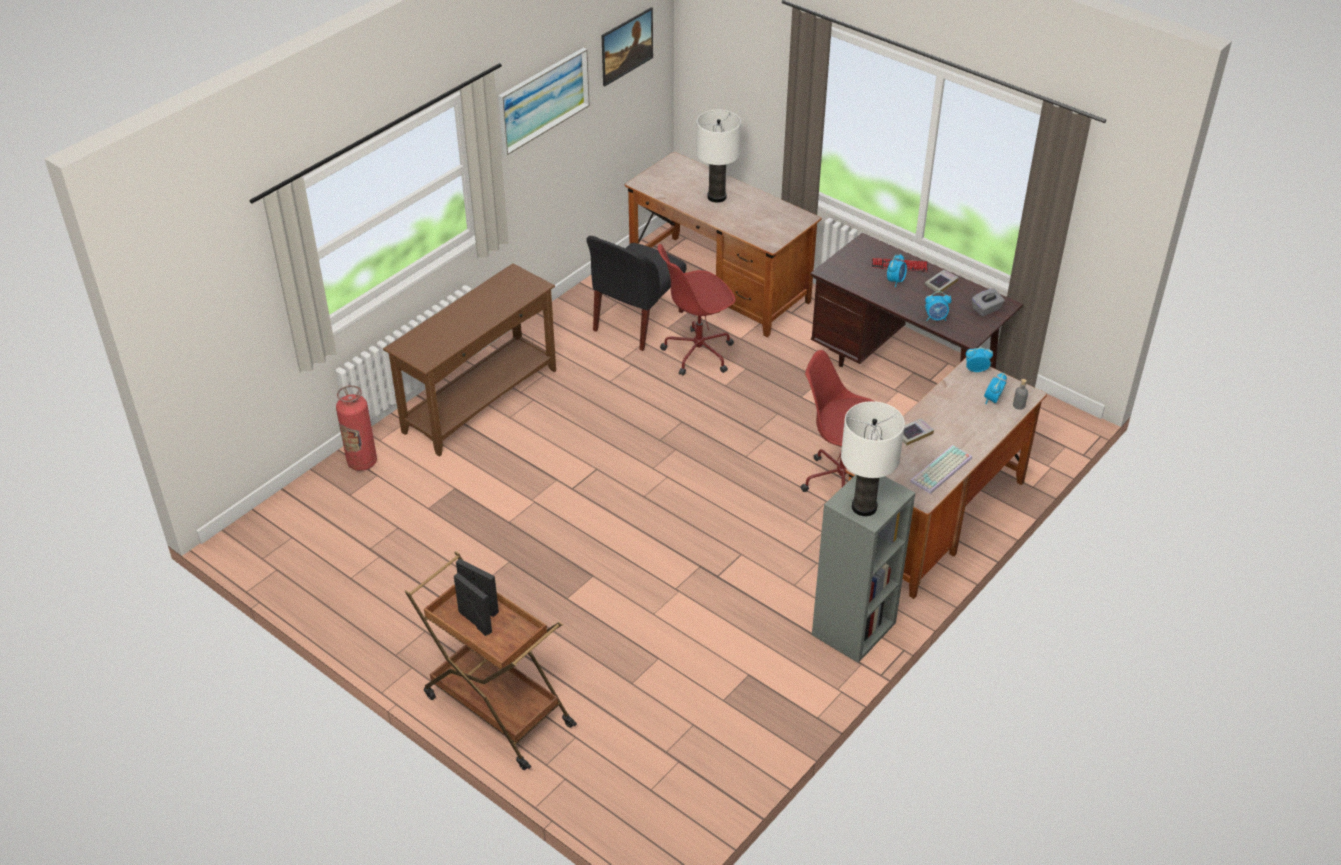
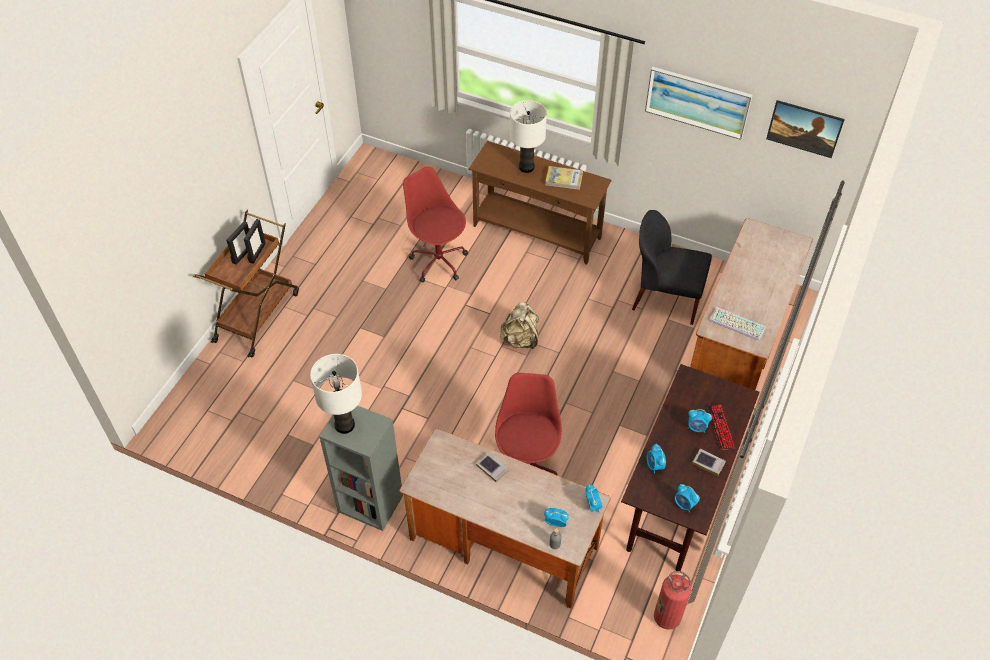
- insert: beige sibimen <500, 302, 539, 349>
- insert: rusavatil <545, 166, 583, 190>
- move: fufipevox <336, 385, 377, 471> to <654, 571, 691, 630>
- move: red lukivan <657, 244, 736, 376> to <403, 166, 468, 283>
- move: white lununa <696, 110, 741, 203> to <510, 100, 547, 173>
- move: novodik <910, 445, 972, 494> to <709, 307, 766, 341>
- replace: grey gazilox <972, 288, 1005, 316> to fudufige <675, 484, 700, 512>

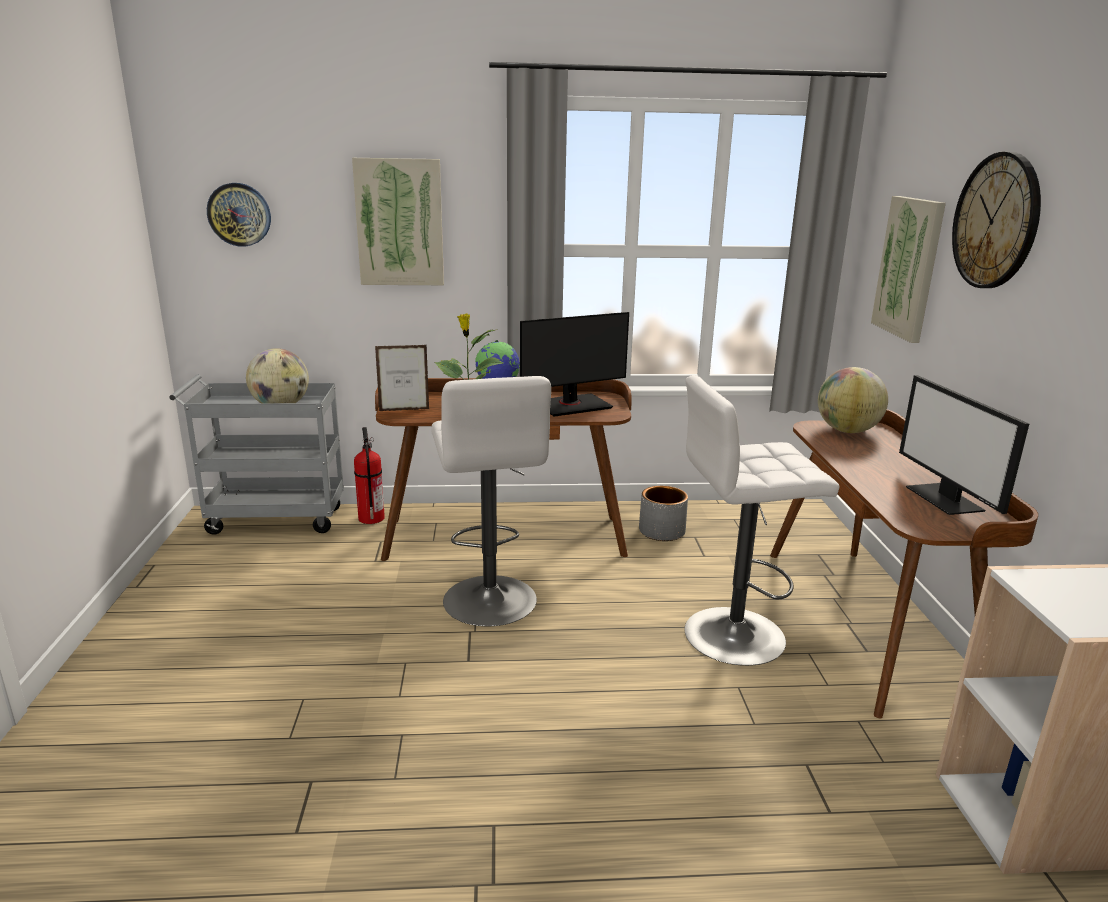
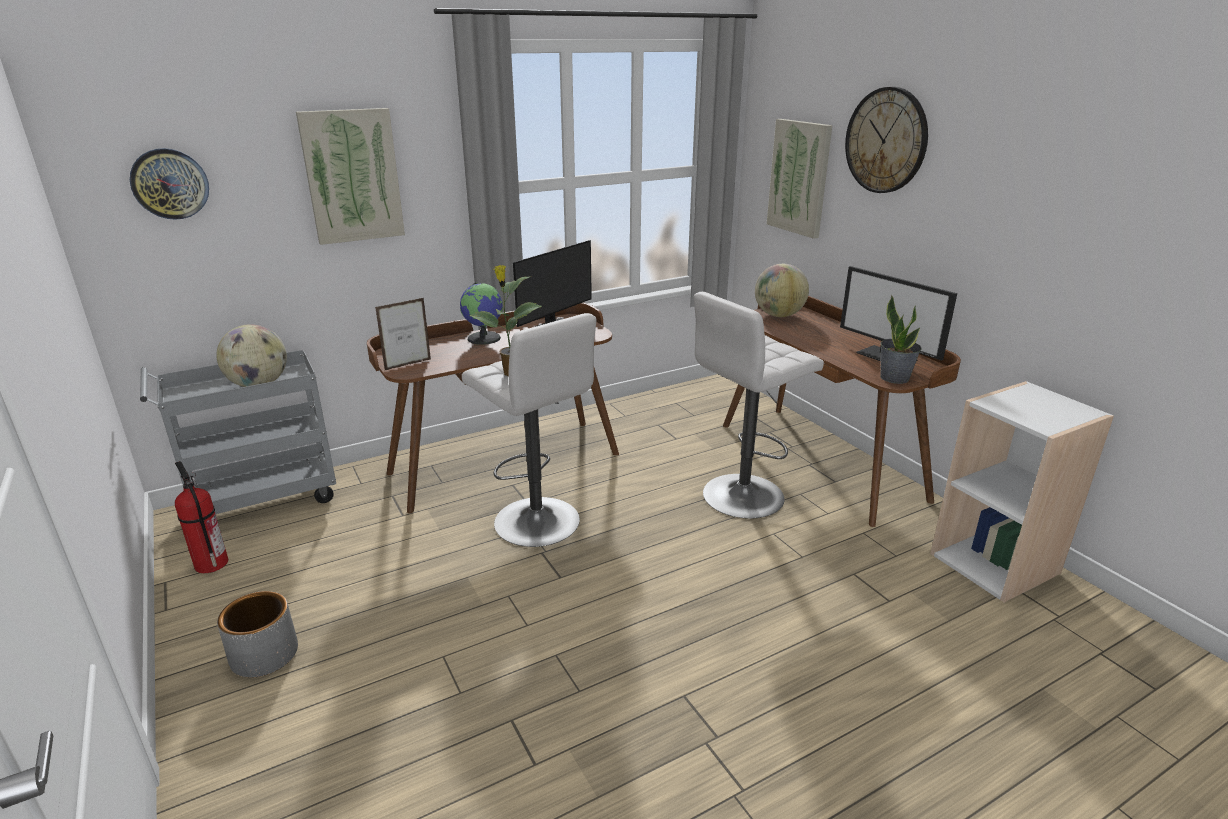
- insert: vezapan <880, 295, 921, 384>
- move: fufipevox <354, 427, 385, 524> to <175, 461, 228, 573>
- move: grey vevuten <639, 486, 688, 541> to <217, 591, 298, 677>

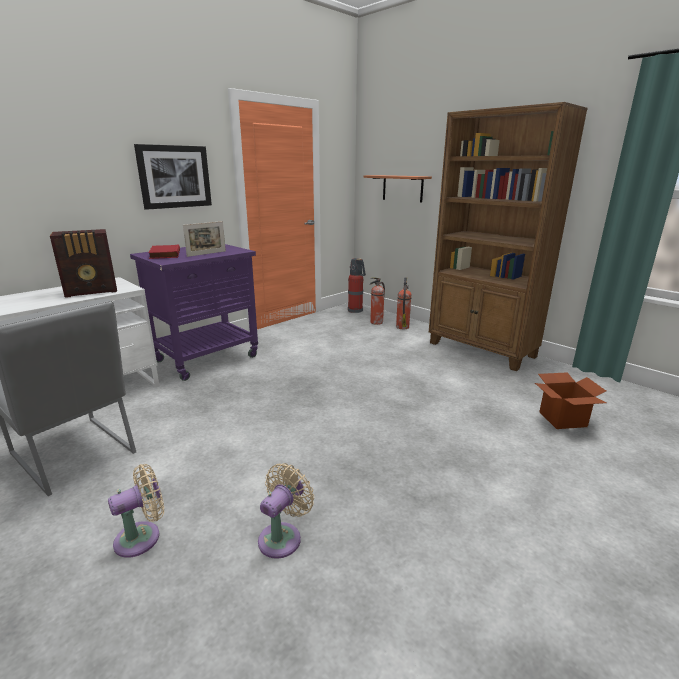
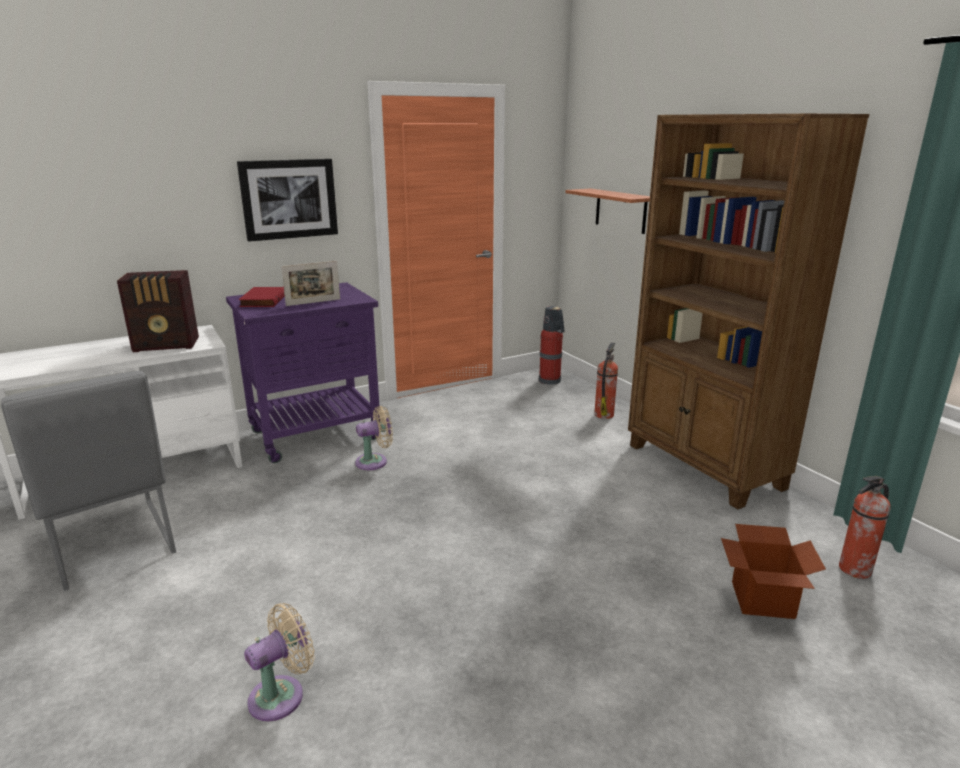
- move: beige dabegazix <108, 464, 164, 558> to <355, 406, 393, 470>
- move: fufipevox <370, 277, 385, 325> to <839, 476, 890, 579>

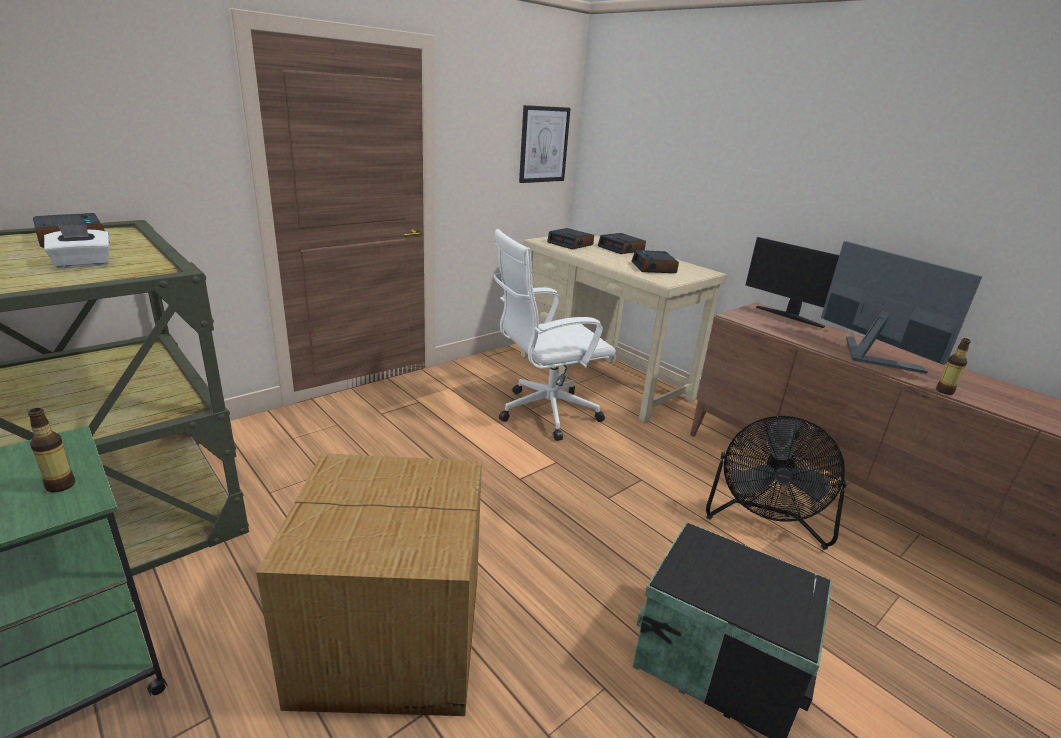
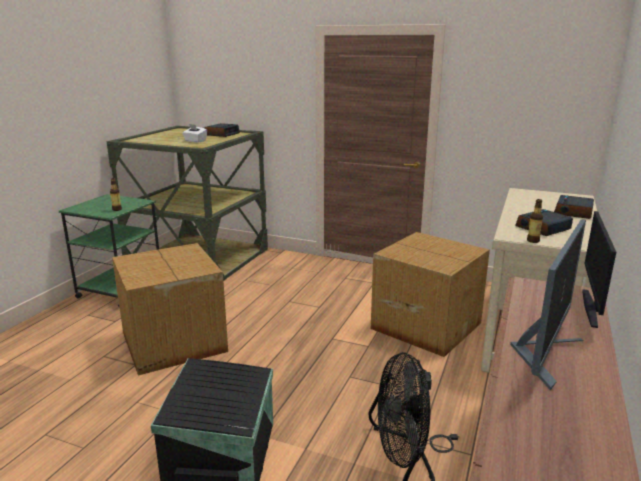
- delete: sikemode <519, 105, 571, 183>
- delete: fudufige <547, 228, 594, 249>
- move: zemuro <936, 338, 971, 395> to <527, 199, 543, 243>
- replace: white lukivan <494, 229, 616, 441> to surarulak <371, 232, 490, 357>

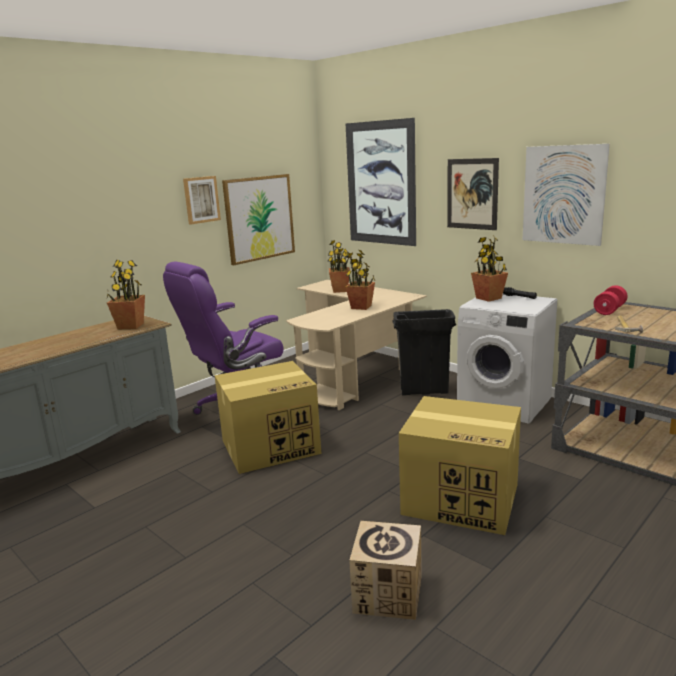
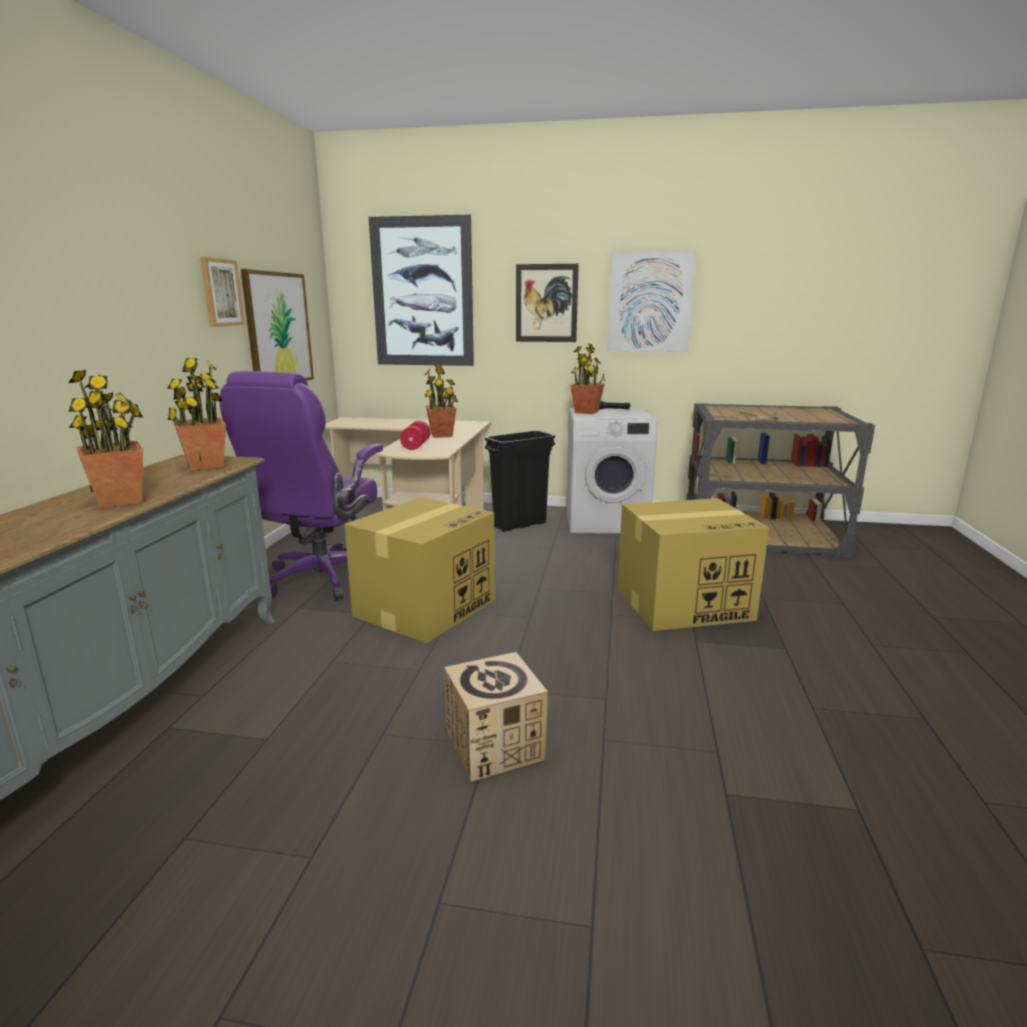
- move: vezapan <328, 240, 352, 293> to <68, 370, 143, 509>
- move: surarulak <349, 521, 422, 620> to <444, 652, 548, 782>
- move: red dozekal <594, 285, 627, 315> to <400, 421, 431, 450>

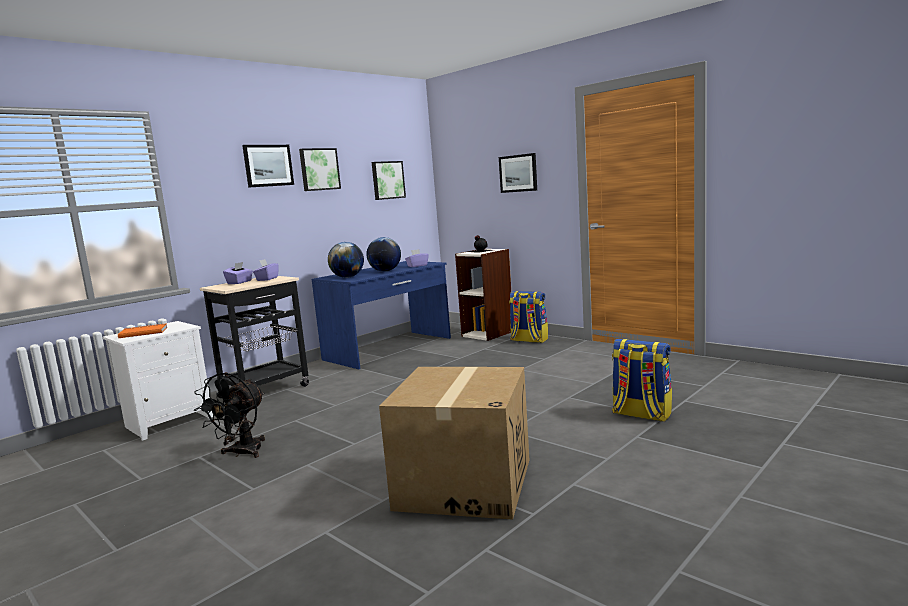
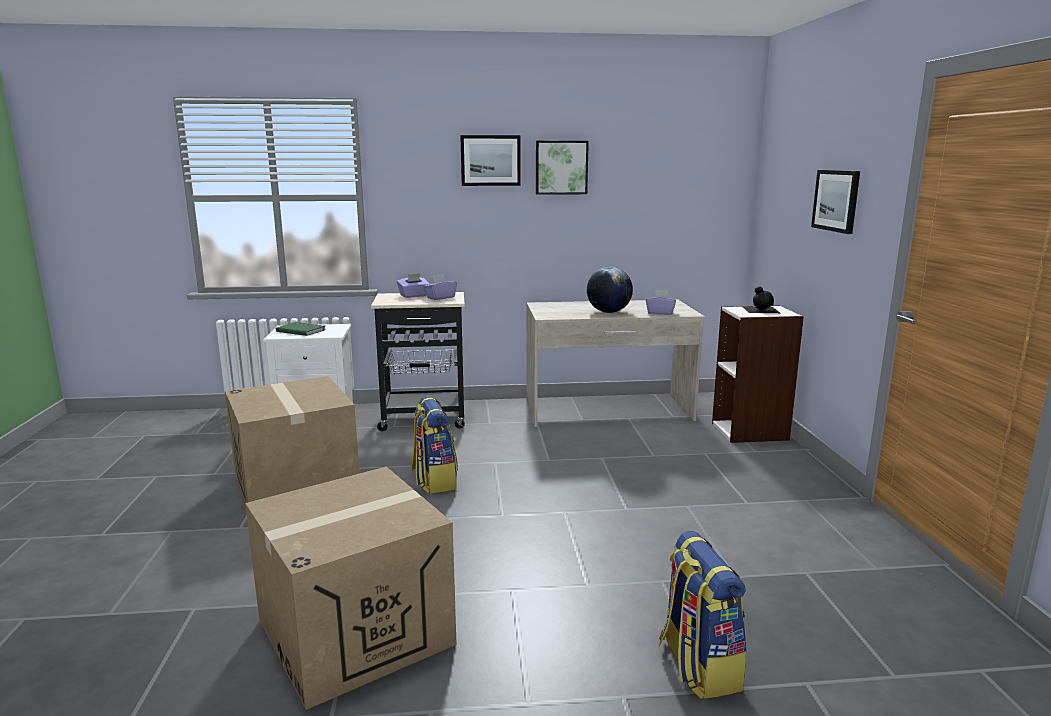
- delete: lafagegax <328, 242, 364, 278>
- delete: sikemode <372, 161, 406, 200>
- move: sibimen <509, 291, 548, 343> to <412, 396, 458, 493>
- replace: black dabegazix <194, 372, 265, 458> to surarulak <225, 376, 359, 503>
- recolor: orange rusavatil <118, 323, 167, 338> to green rusavatil <276, 322, 326, 336>
- recolor: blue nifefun <312, 261, 451, 369> to beige nifefun <527, 300, 705, 427>

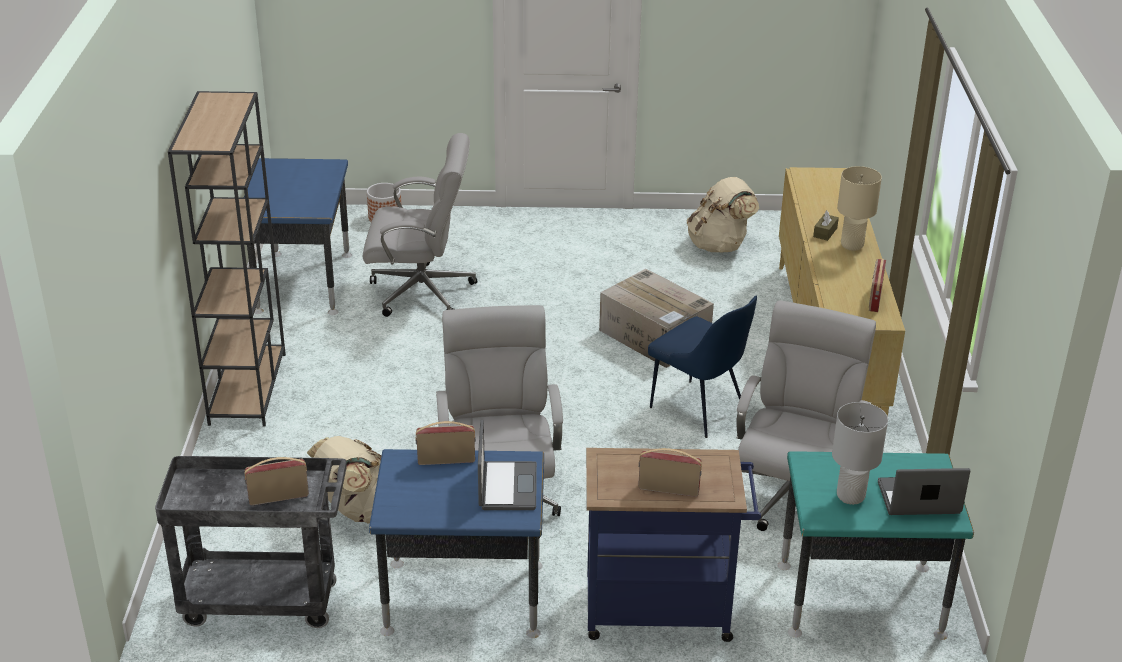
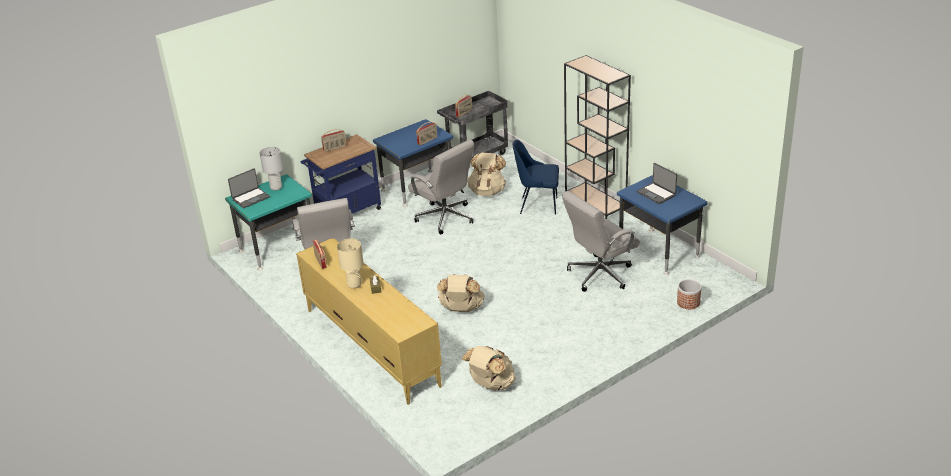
- move: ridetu <478, 420, 537, 510> to <637, 163, 677, 204>
- move: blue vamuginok <648, 295, 757, 438> to <513, 140, 559, 215>
- replace: surarulak <599, 269, 714, 368> to beige sibimen <437, 274, 484, 312>

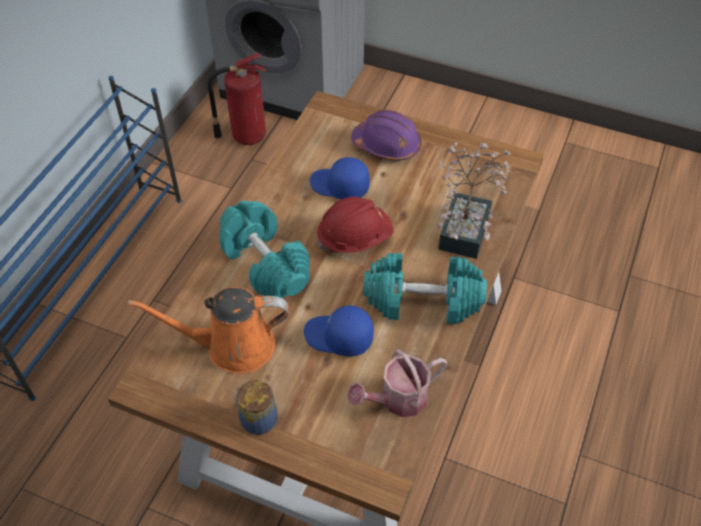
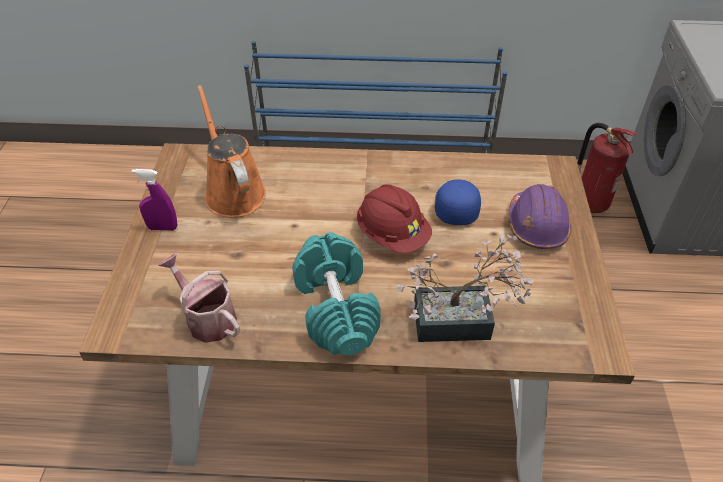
- delete: turquoise dozekal <219, 200, 310, 298>
- delete: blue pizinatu <304, 305, 374, 357>
- replace: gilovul <234, 380, 277, 435> to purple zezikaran <132, 169, 177, 231>

